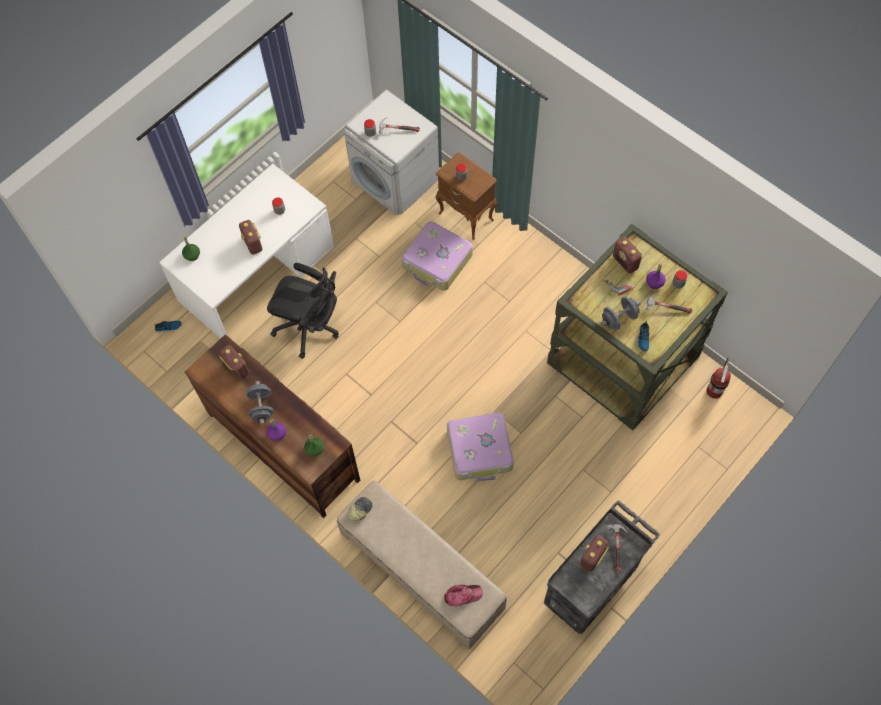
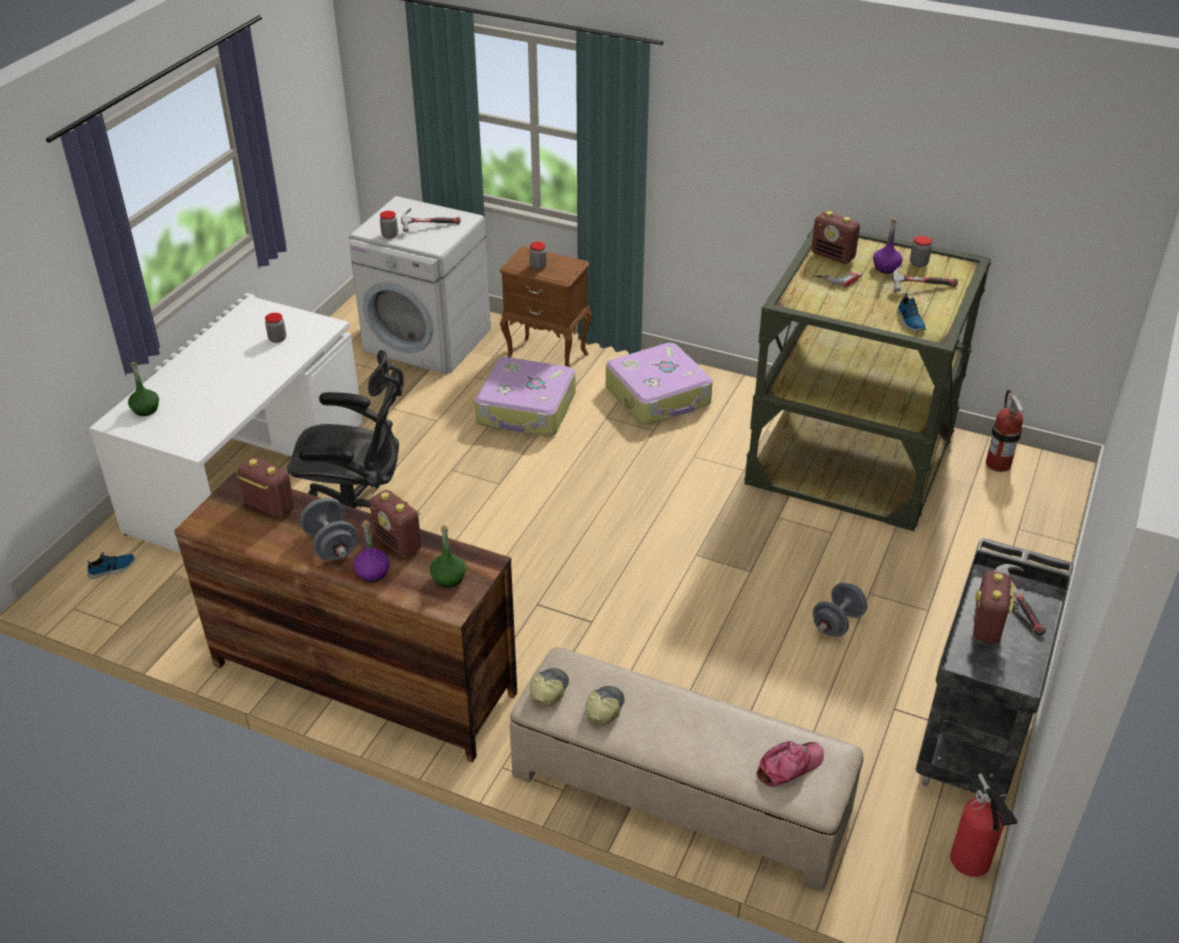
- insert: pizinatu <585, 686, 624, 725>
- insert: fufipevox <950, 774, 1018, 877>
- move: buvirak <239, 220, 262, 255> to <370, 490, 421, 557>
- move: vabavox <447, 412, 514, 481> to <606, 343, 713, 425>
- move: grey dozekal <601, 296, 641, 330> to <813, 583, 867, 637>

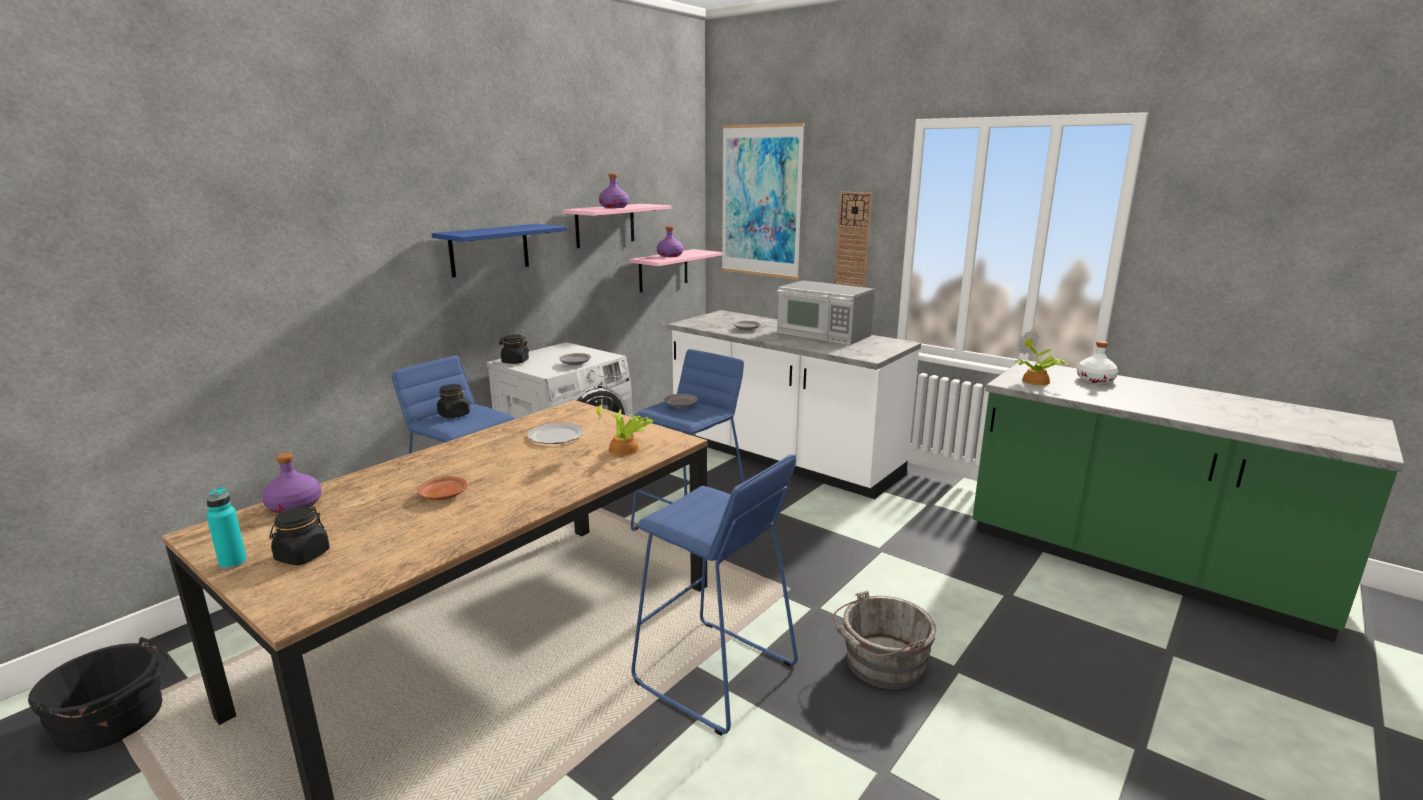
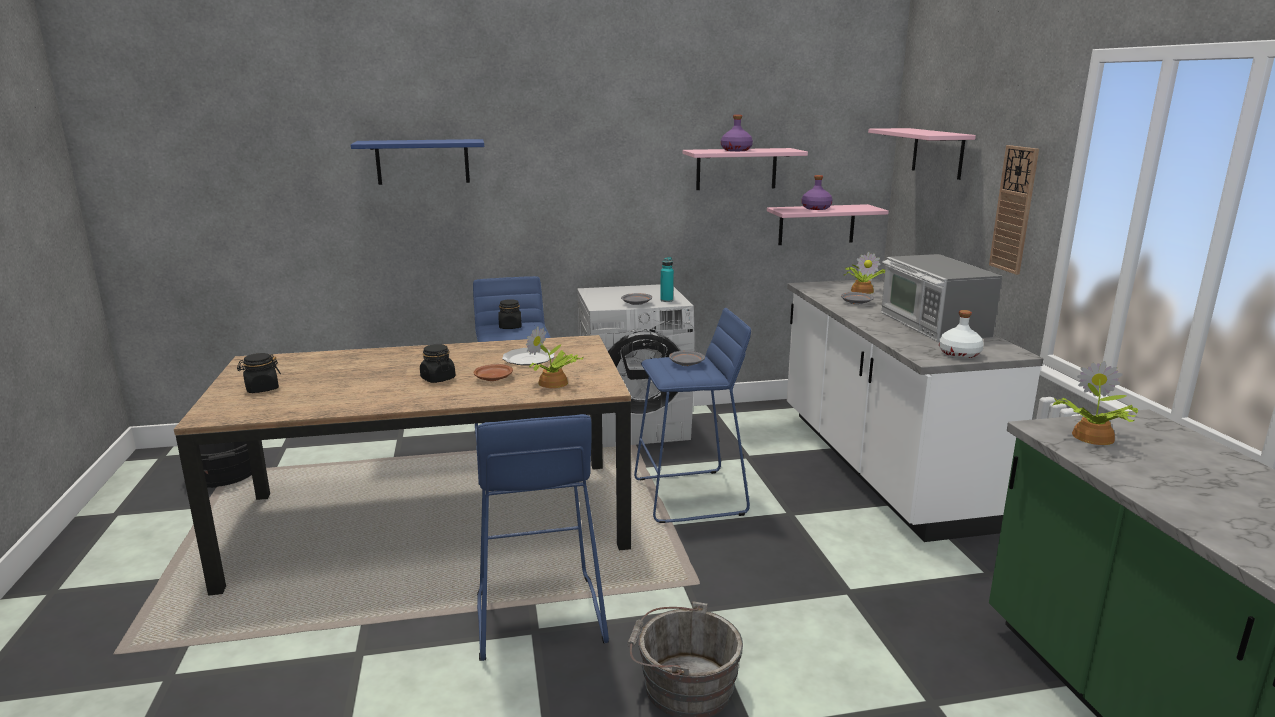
- delete: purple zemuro <262, 453, 322, 513>
- insert: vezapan <844, 252, 885, 294>
- move: turquoise zemuro <206, 487, 247, 569> to <660, 257, 674, 302>
- move: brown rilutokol <417, 476, 467, 500> to <474, 364, 513, 381>
- move: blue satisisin <432, 224, 567, 277> to <351, 139, 484, 185>
- move: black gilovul <499, 334, 529, 364> to <420, 344, 455, 383>
- move: white zemuro <1077, 341, 1118, 384> to <939, 310, 984, 359>
- replace: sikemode <721, 123, 805, 280> to pink satisisin <868, 128, 976, 180>

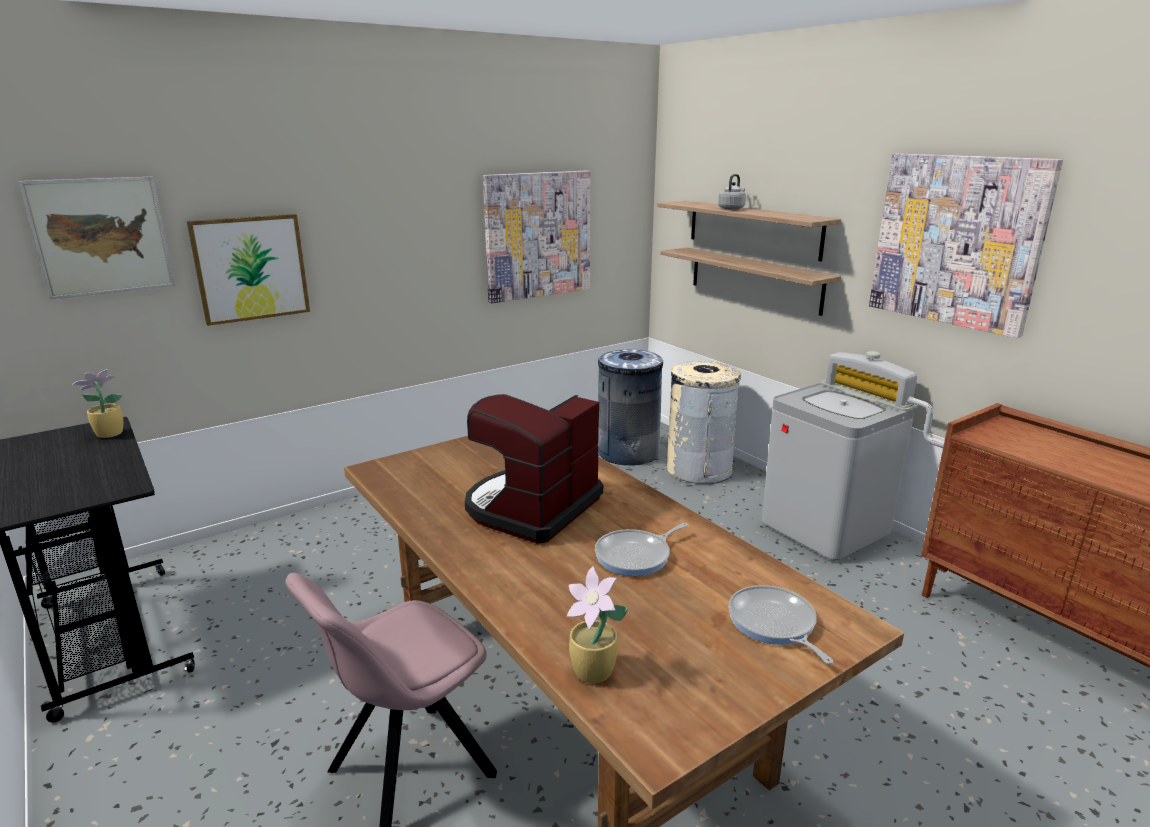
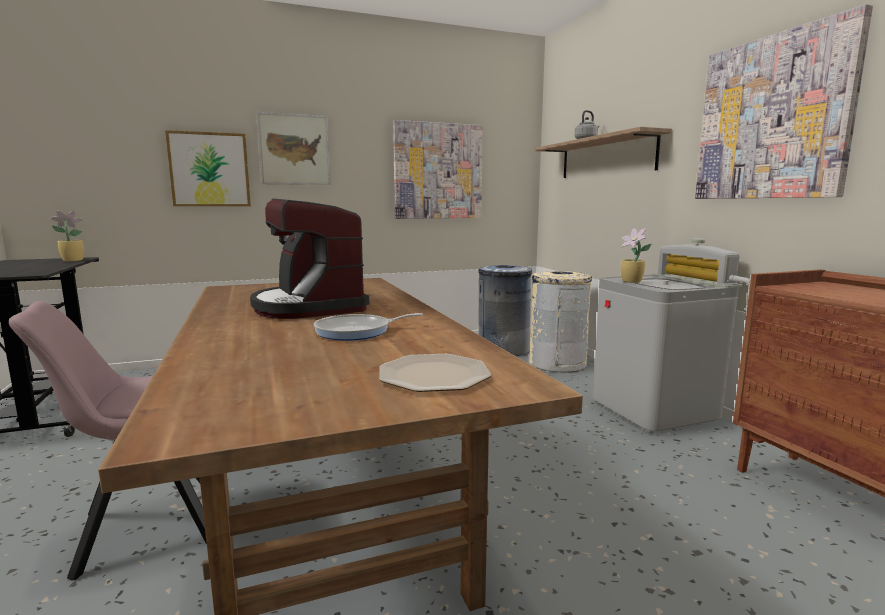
- delete: satisisin <660, 247, 841, 316>
- move: sikemode <18, 177, 176, 300> to <256, 112, 331, 185>
- move: vezapan <567, 566, 628, 683> to <621, 228, 652, 283>
- replace: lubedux <728, 585, 833, 664> to rilutokol <379, 354, 492, 392>
- rotate: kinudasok <465, 394, 603, 544> = <250, 199, 369, 319> 75 degrees counterclockwise

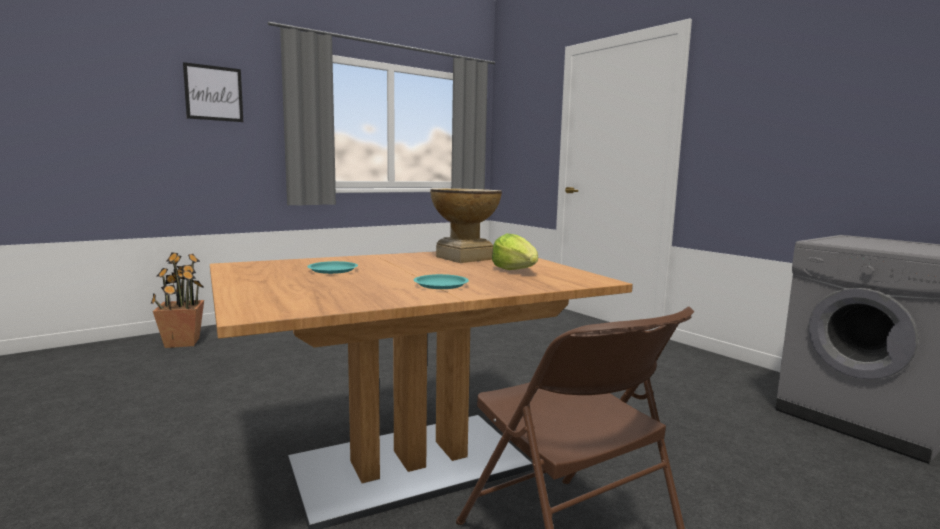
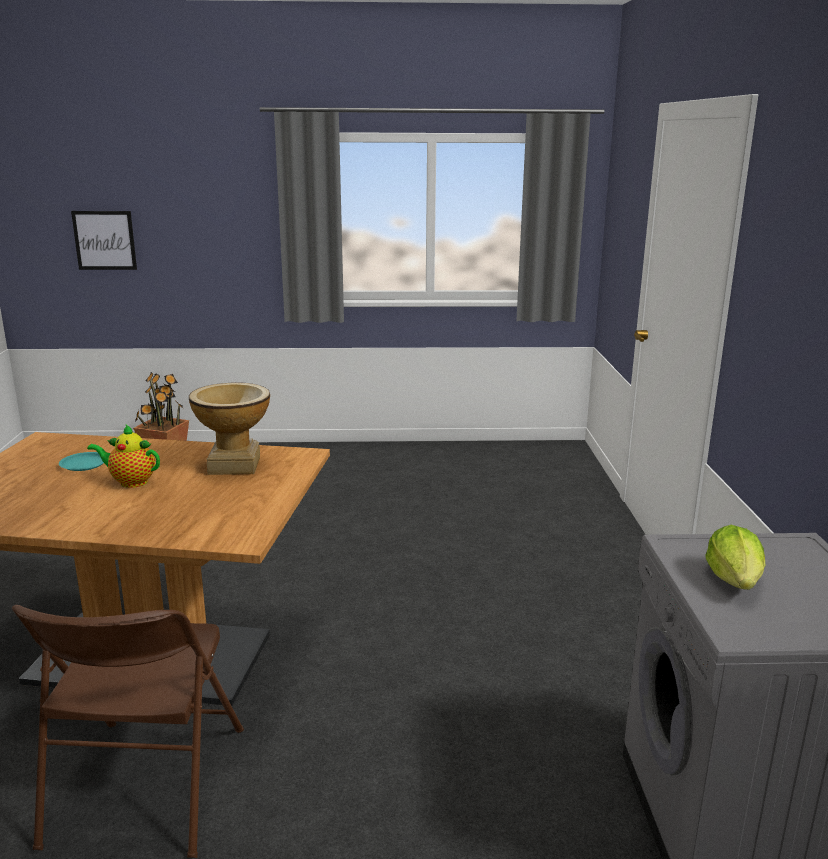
- delete: turquoise rilutokol <414, 274, 469, 289>
- insert: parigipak <87, 425, 160, 488>
- move: sikemode <183, 62, 243, 122> to <71, 211, 137, 270>
- move: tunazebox <492, 233, 538, 270> to <705, 525, 765, 590>

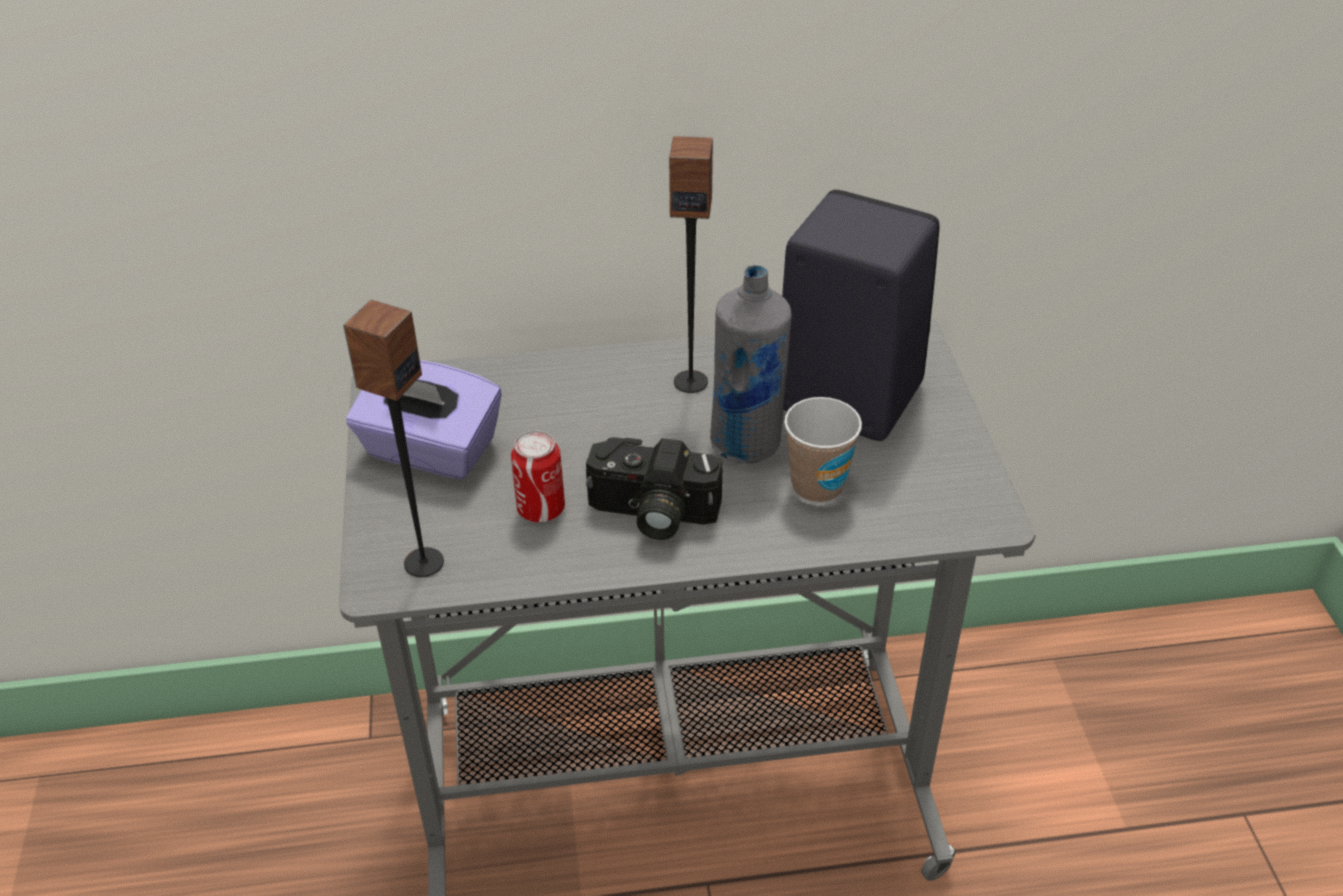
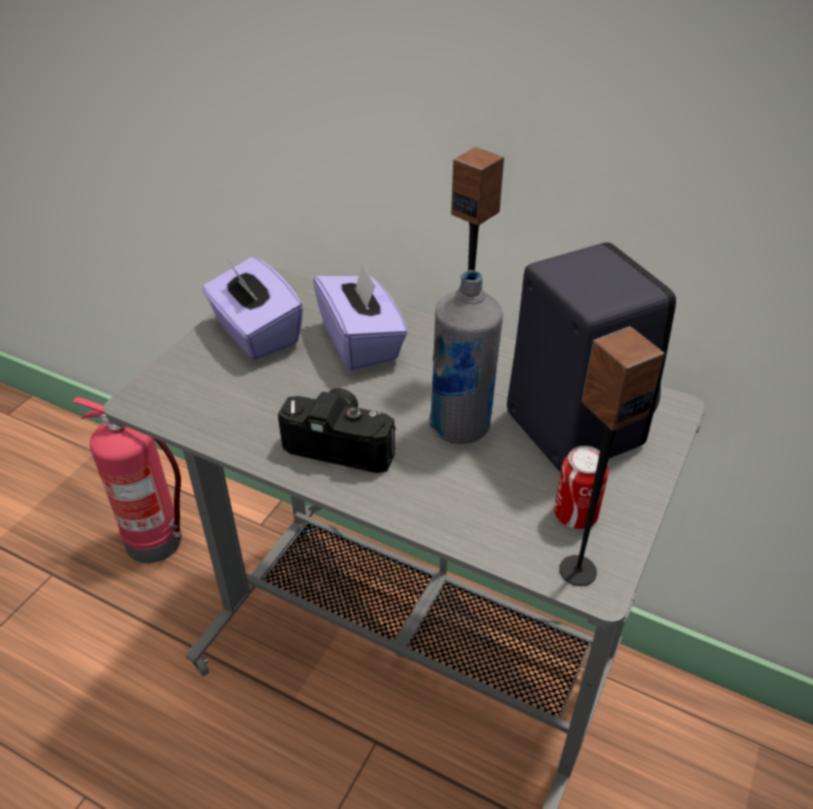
- delete: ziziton <784, 397, 862, 503>
- insert: fufipevox <72, 397, 182, 563>
- insert: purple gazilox <313, 261, 408, 371>
- move: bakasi <343, 300, 444, 577> to <559, 326, 665, 586>
- move: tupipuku <511, 431, 565, 522> to <554, 446, 609, 529>
- rotate: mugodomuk <586, 437, 723, 540> = <278, 388, 395, 473> 150 degrees clockwise

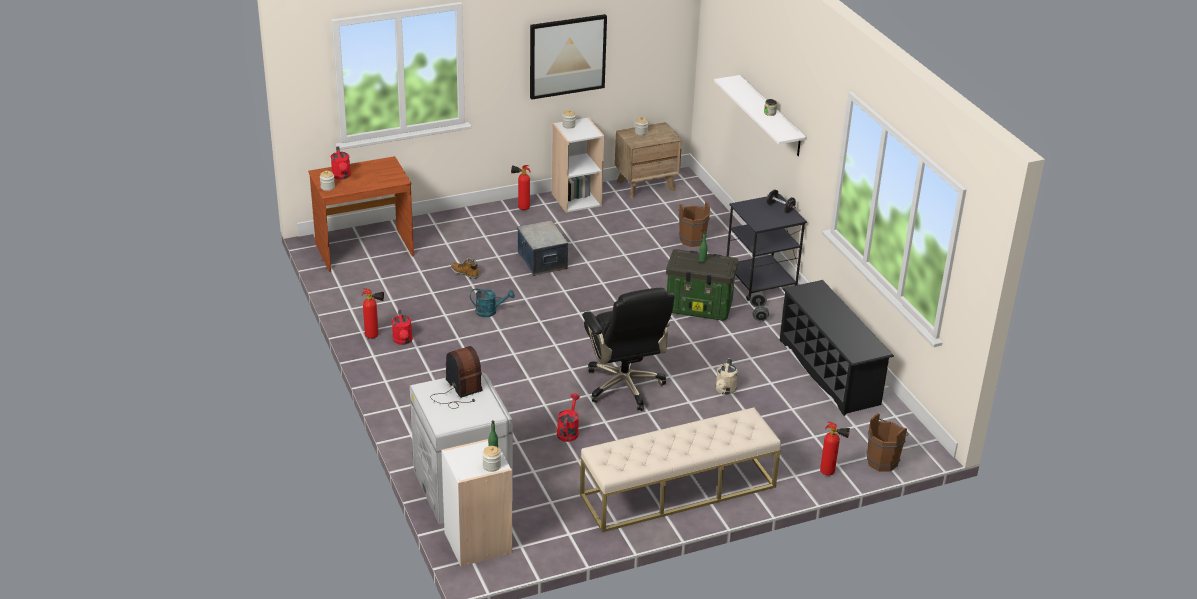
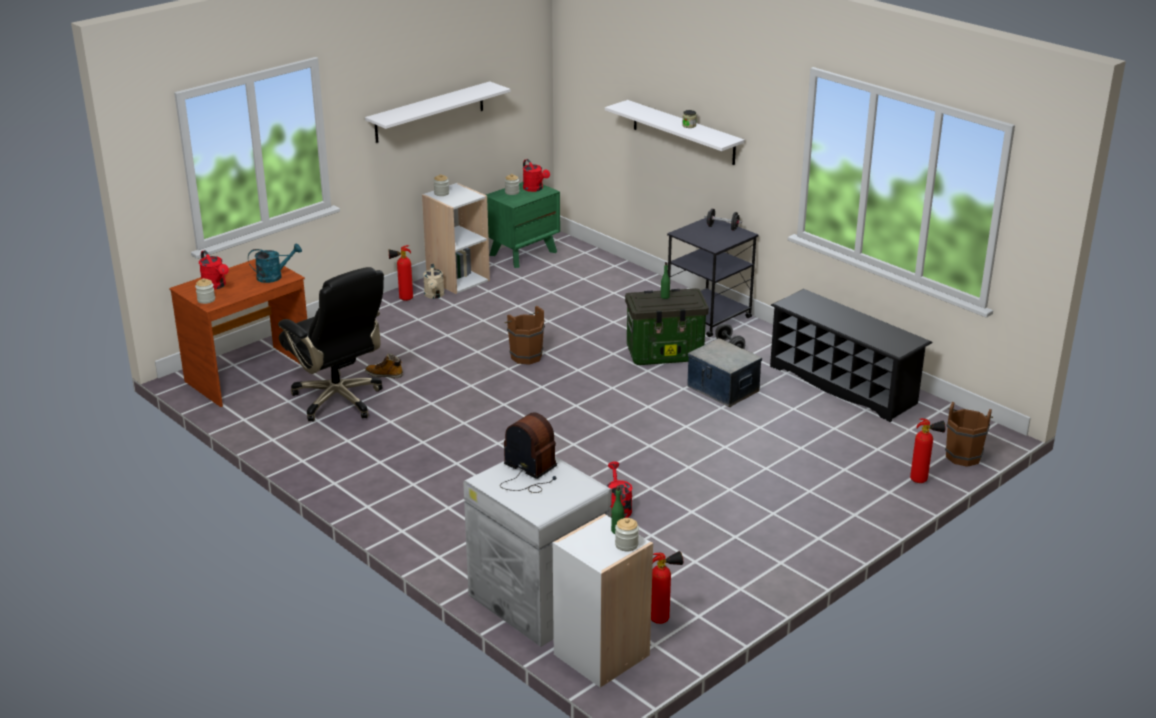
- delete: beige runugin <580, 408, 781, 532>
- move: fufipevox <362, 288, 384, 338> to <651, 551, 683, 624>
- move: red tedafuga <392, 310, 413, 345> to <523, 159, 550, 192>
- move: turquoise tedafuga <470, 288, 515, 317> to <248, 243, 302, 283>
- move: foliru <517, 220, 568, 276> to <687, 338, 762, 407>
- move: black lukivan <583, 288, 674, 411> to <278, 267, 384, 422>
- move: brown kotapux <678, 201, 710, 247> to <505, 306, 545, 365>
- move: beige tedafuga <716, 358, 737, 395> to <423, 264, 444, 299>
- replace: sikemode <530, 14, 607, 100> to white satisisin <365, 81, 511, 143>
- recolor: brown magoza <615, 122, 682, 199> to green magoza <486, 182, 560, 268>

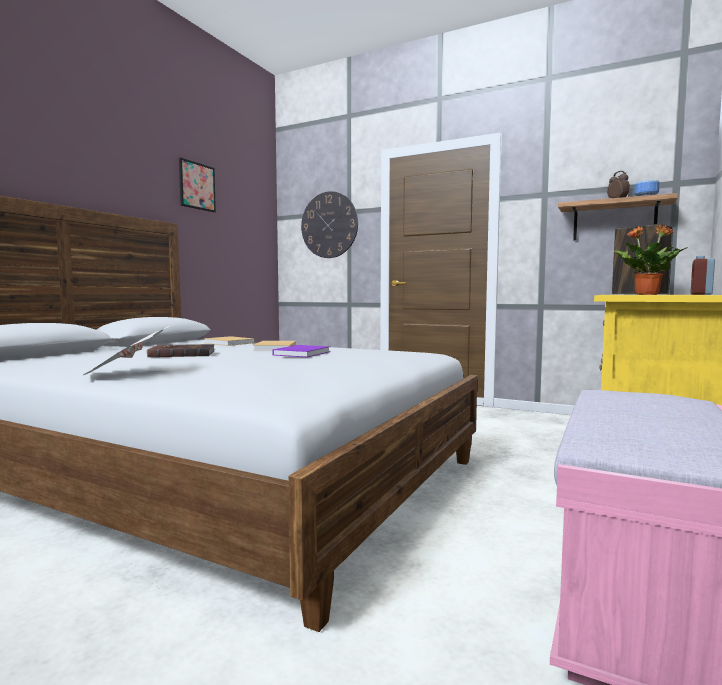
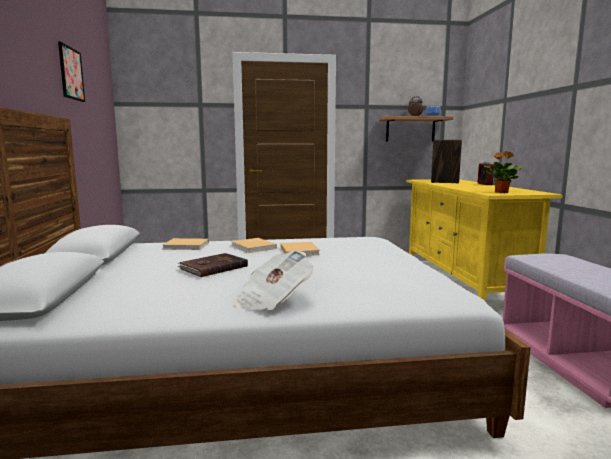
- delete: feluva <301, 191, 358, 258>
- recolor: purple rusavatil <272, 345, 330, 357> to beige rusavatil <281, 242, 320, 256>

